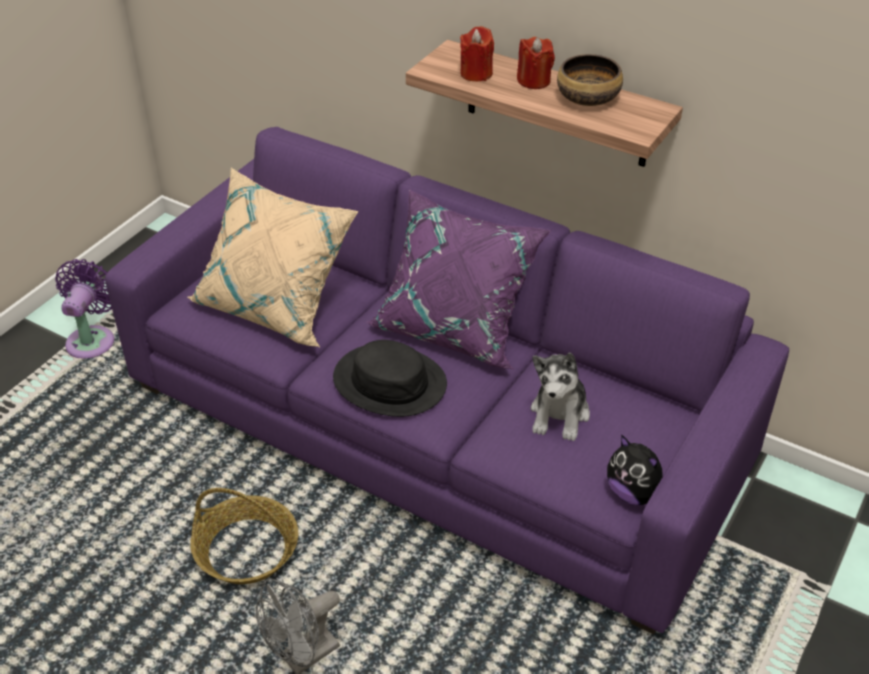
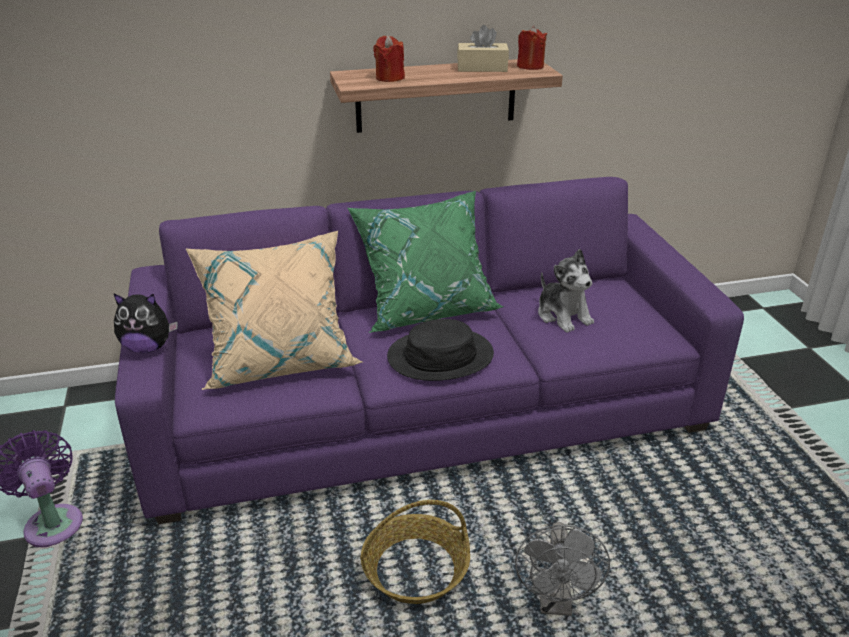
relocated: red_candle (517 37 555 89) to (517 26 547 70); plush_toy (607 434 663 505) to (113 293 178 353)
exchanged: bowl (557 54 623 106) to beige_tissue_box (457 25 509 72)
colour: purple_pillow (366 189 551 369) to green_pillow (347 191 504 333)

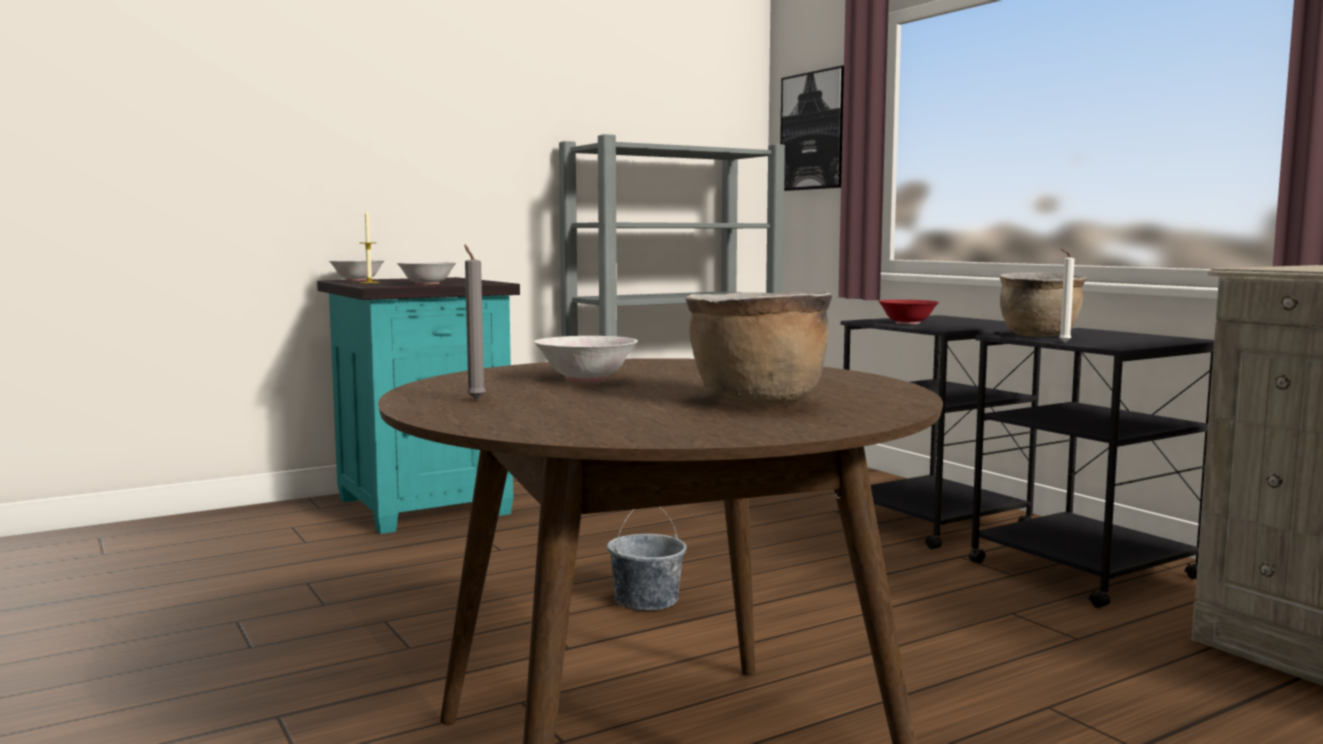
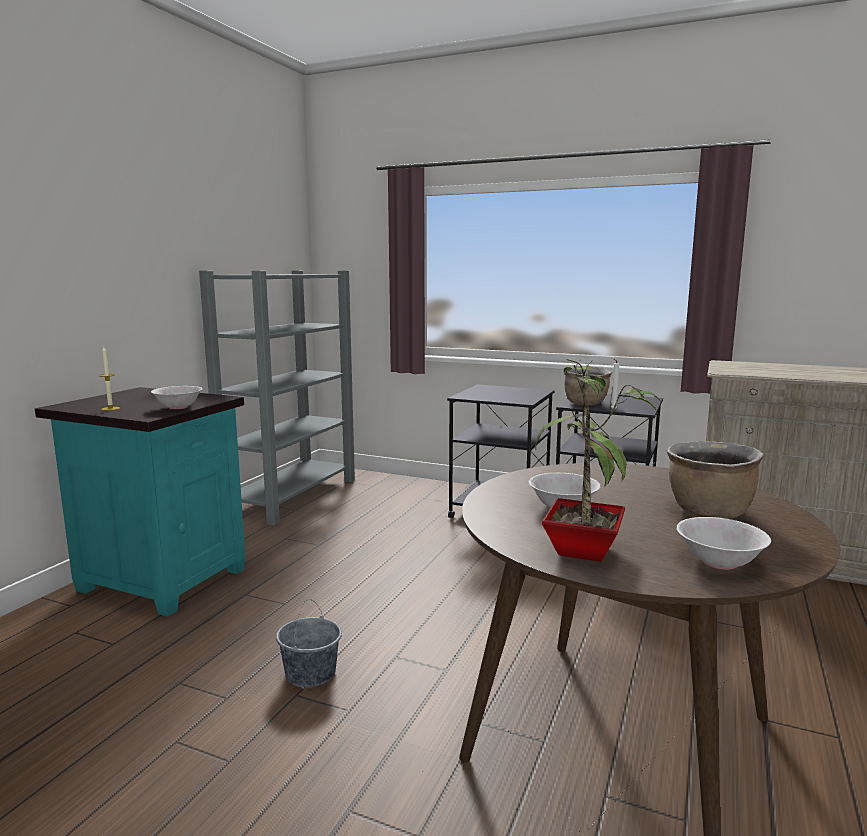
missing: picture (780 65 844 191); red_bowl (878 300 939 324)
relocated: white_bowl (329 260 385 281) to (676 517 771 570); grey_bucket (607 507 686 611) to (276 599 342 687)
exchanged: grey_candle (464 245 486 400) to potted_plant (535 359 662 562)

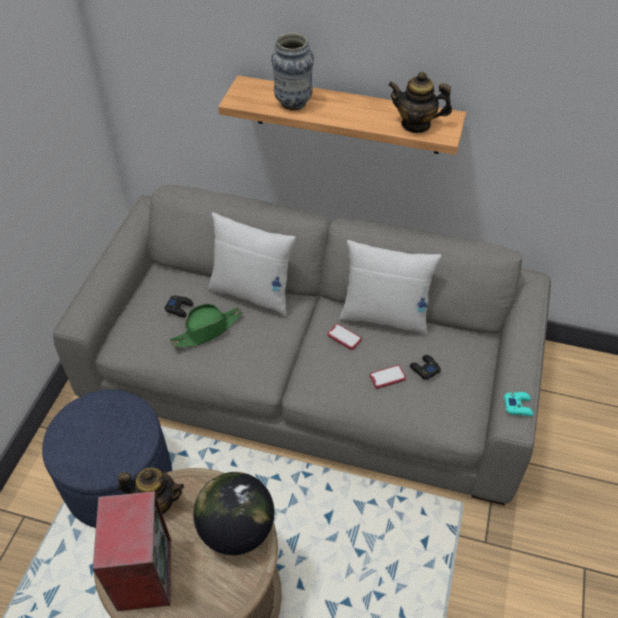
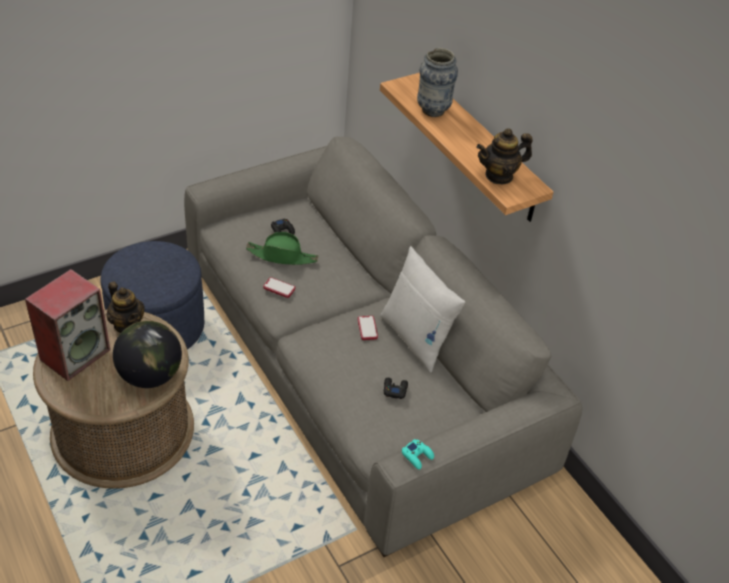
missing: grey_pillow (208 212 296 316)
relocated: phone (370 365 406 389) to (263 277 295 298)
spun: teapot (388 72 452 133) = (477 128 533 185) 75 degrees counterclockwise

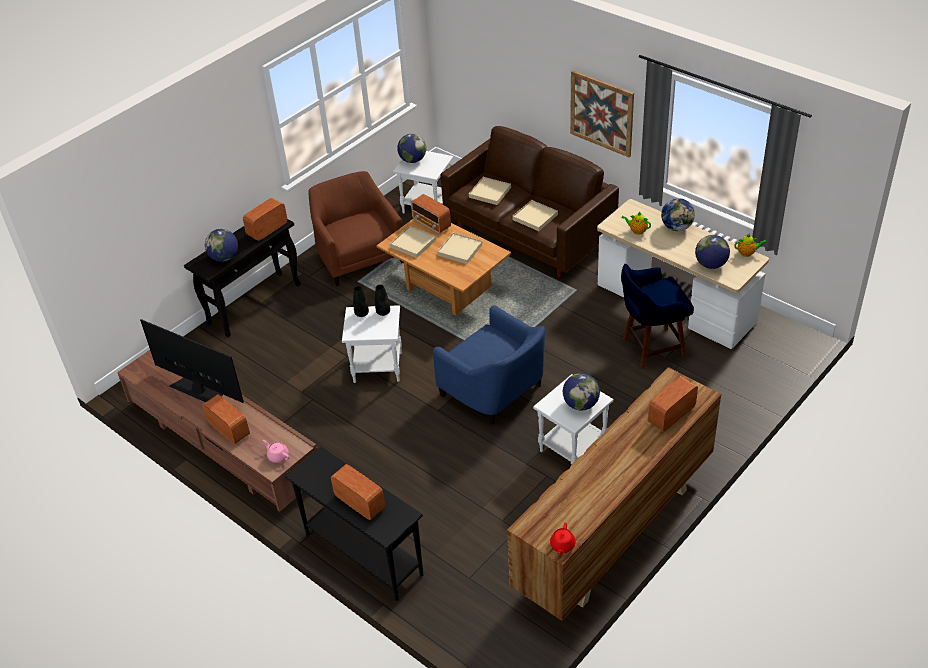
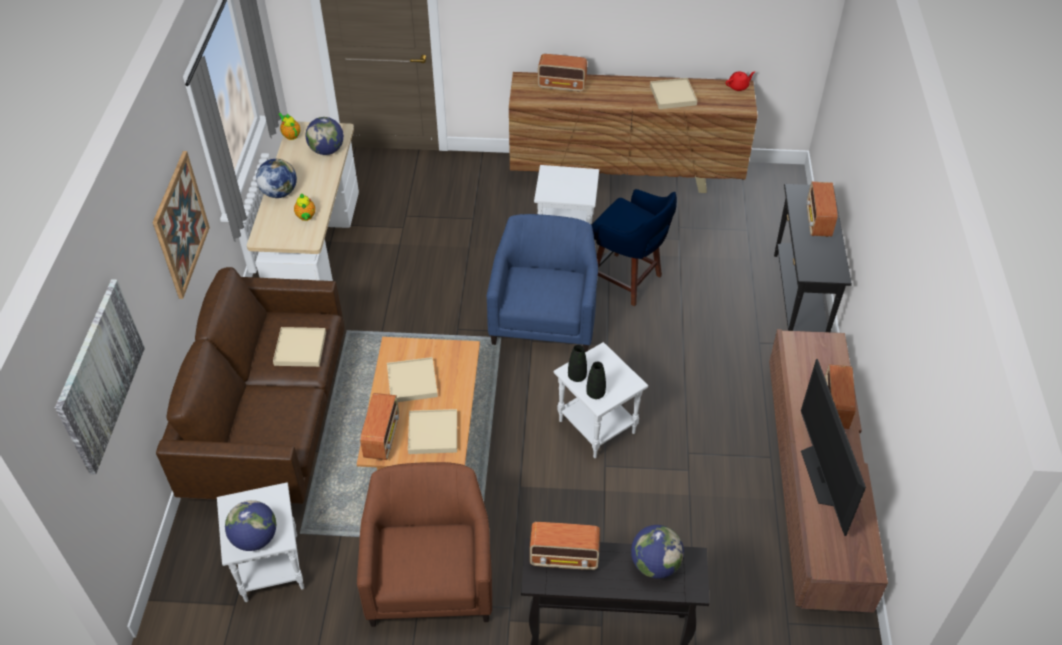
missing: pink_teapot (263 440 289 463); globe (563 373 600 410)
appeared: picture (55 279 145 474)
relocated: beige_tray (469 177 511 205) to (650 78 697 109); blue_stool (621 264 694 369) to (592 189 677 306)
spun: brown_armchair (308 171 404 286) = (357 462 492 627) 150 degrees clockwise

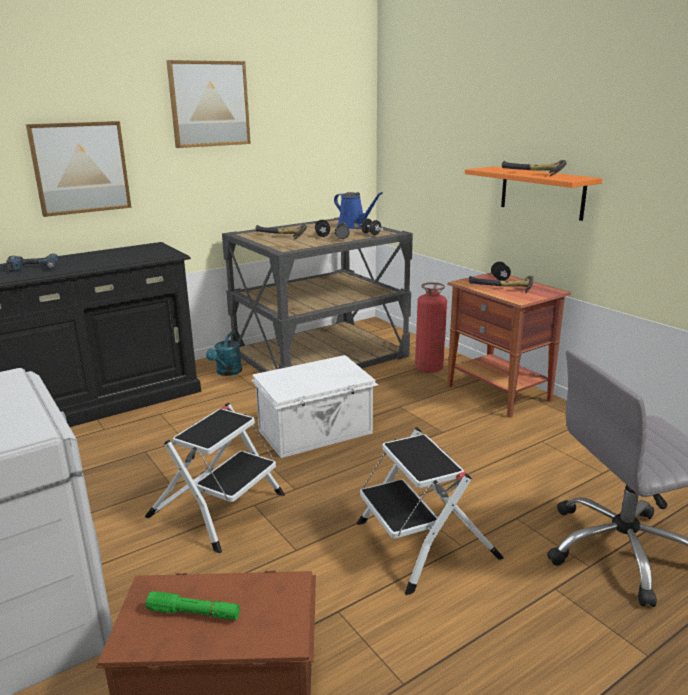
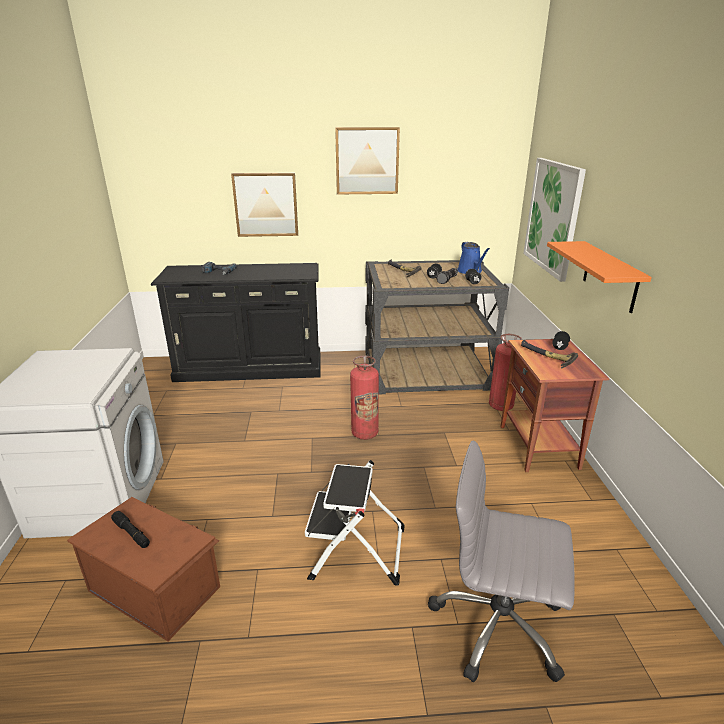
missing: step_ladder (145 403 285 553); turquoise_watering_can (206 333 242 376); hammer (502 160 567 176)
appeared: picture (523 158 586 282)
exchanged: white_storage_box (251 355 378 458) to fire_extinguisher (350 355 379 440)
colour: green_flashlight (146 591 240 620) to black_flashlight (111 511 150 548)

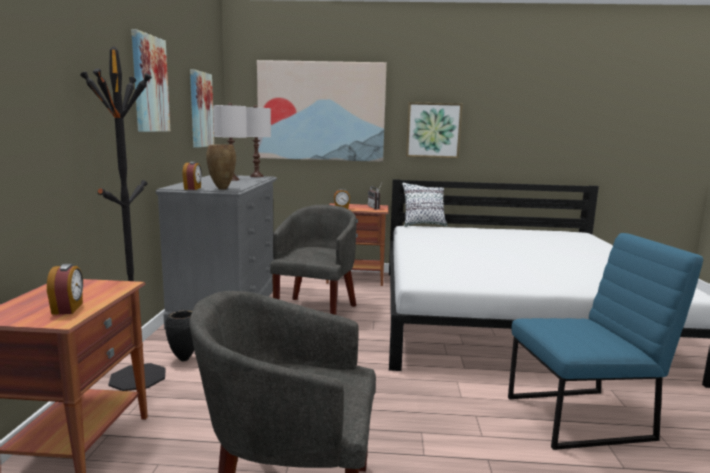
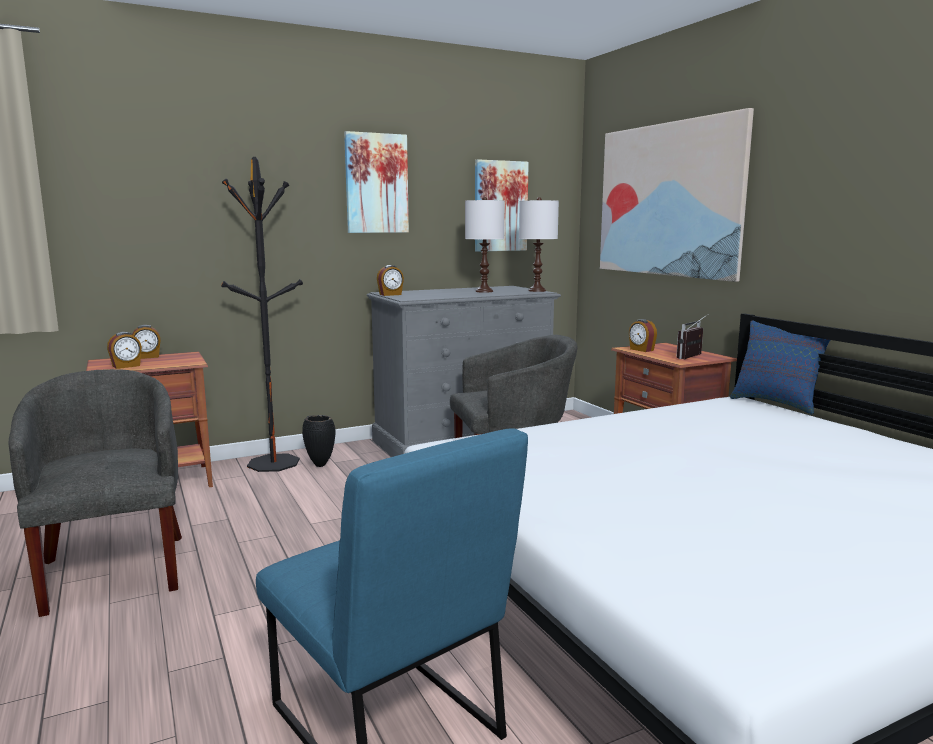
missing: brown_vase (206 145 236 190); picture (406 102 463 158)
appeared: alarm_clock (132 325 161 359)
colour: white_pillow (402 183 447 227) to blue_pillow (730 320 830 415)

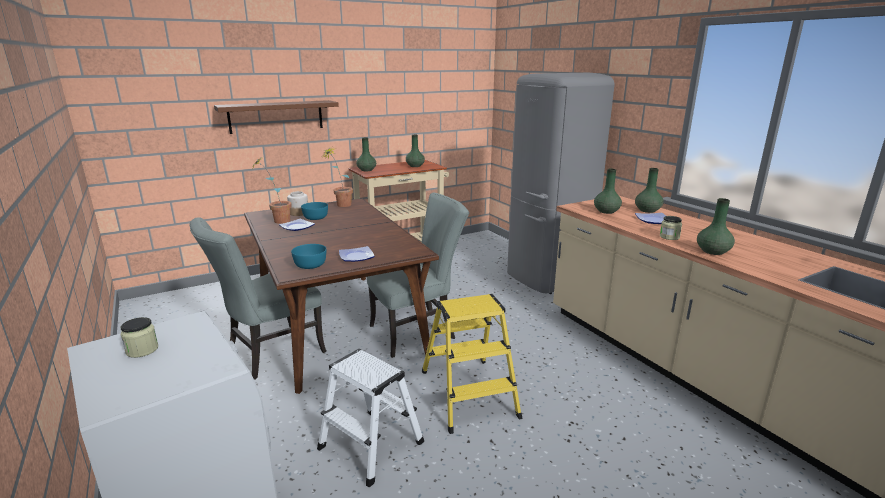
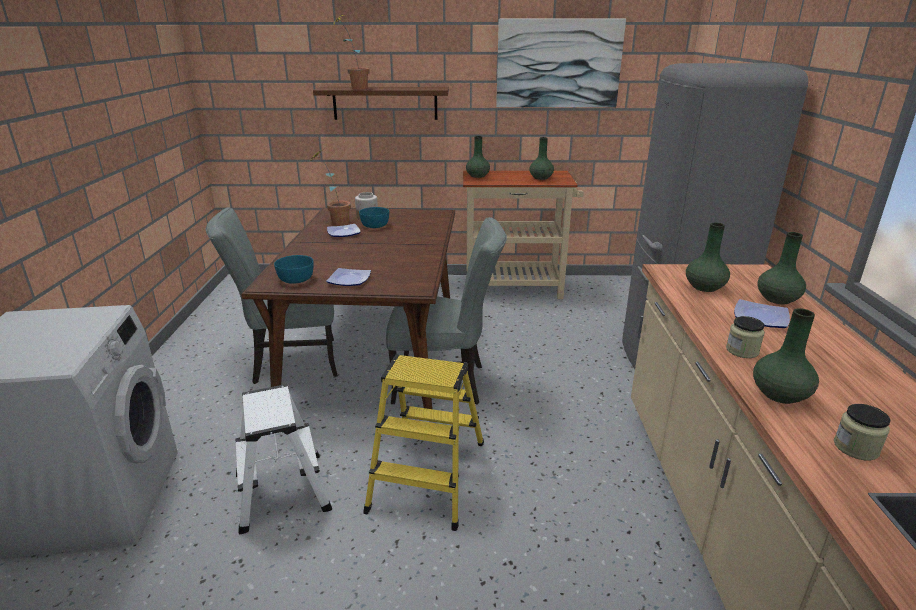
appeared: picture (496 19 626 107)
relocated: jar (121 317 158 358) to (834 404 890 461); potted_plant (322 147 353 207) to (333 13 369 89)

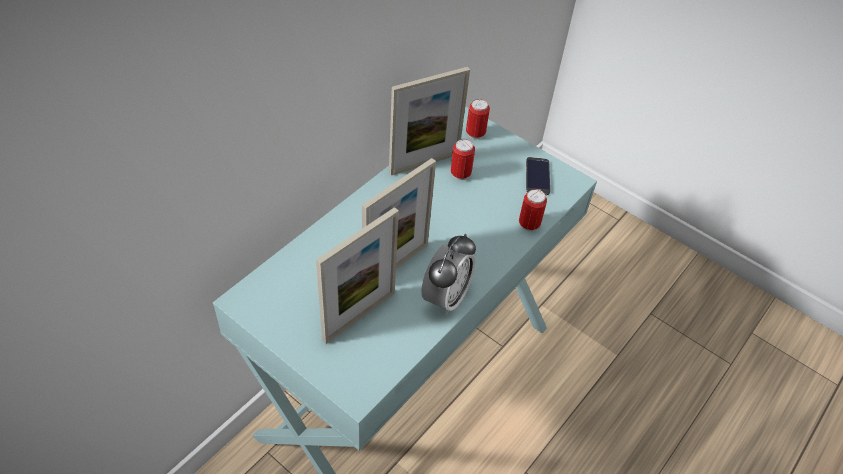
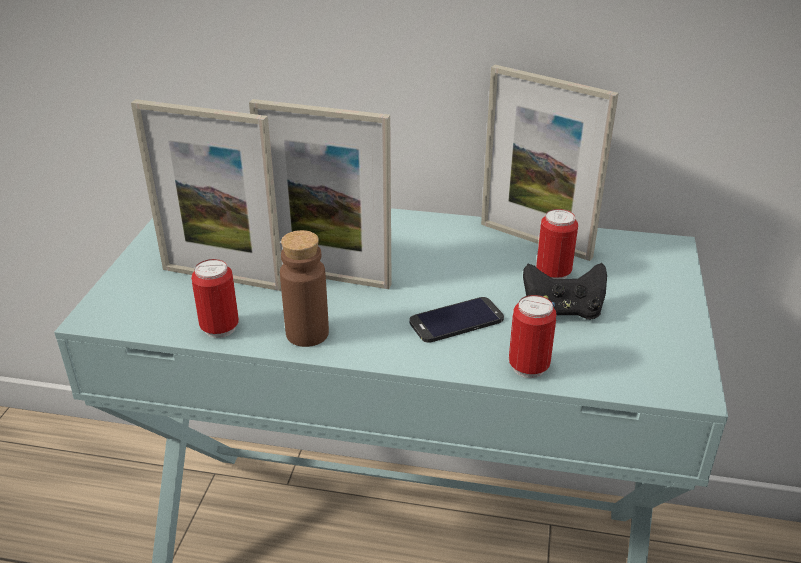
appeared: black_game_controller (523 263 607 320)
relocated: can (466 99 490 139) to (191 259 239 338); phone (526 157 550 195) to (410 297 504 343)
exchanged: alarm_clock (421 234 476 315) to brown_bottle (280 230 329 347)

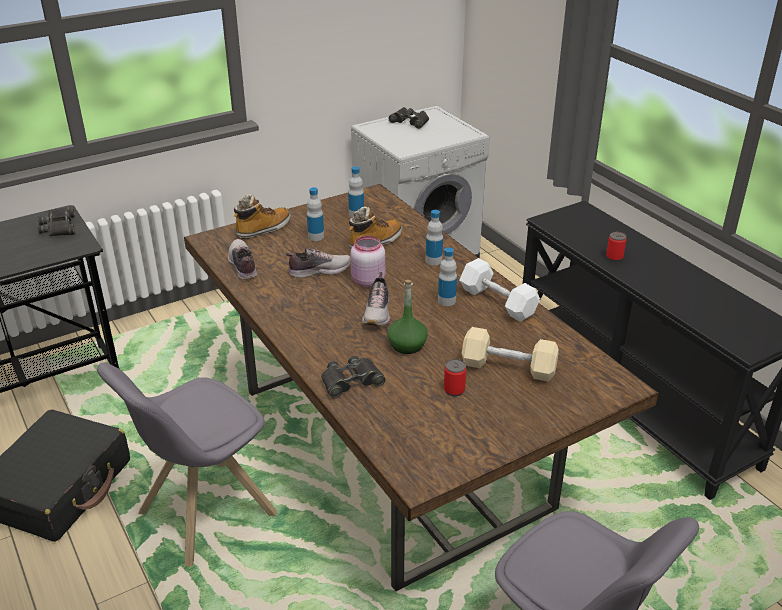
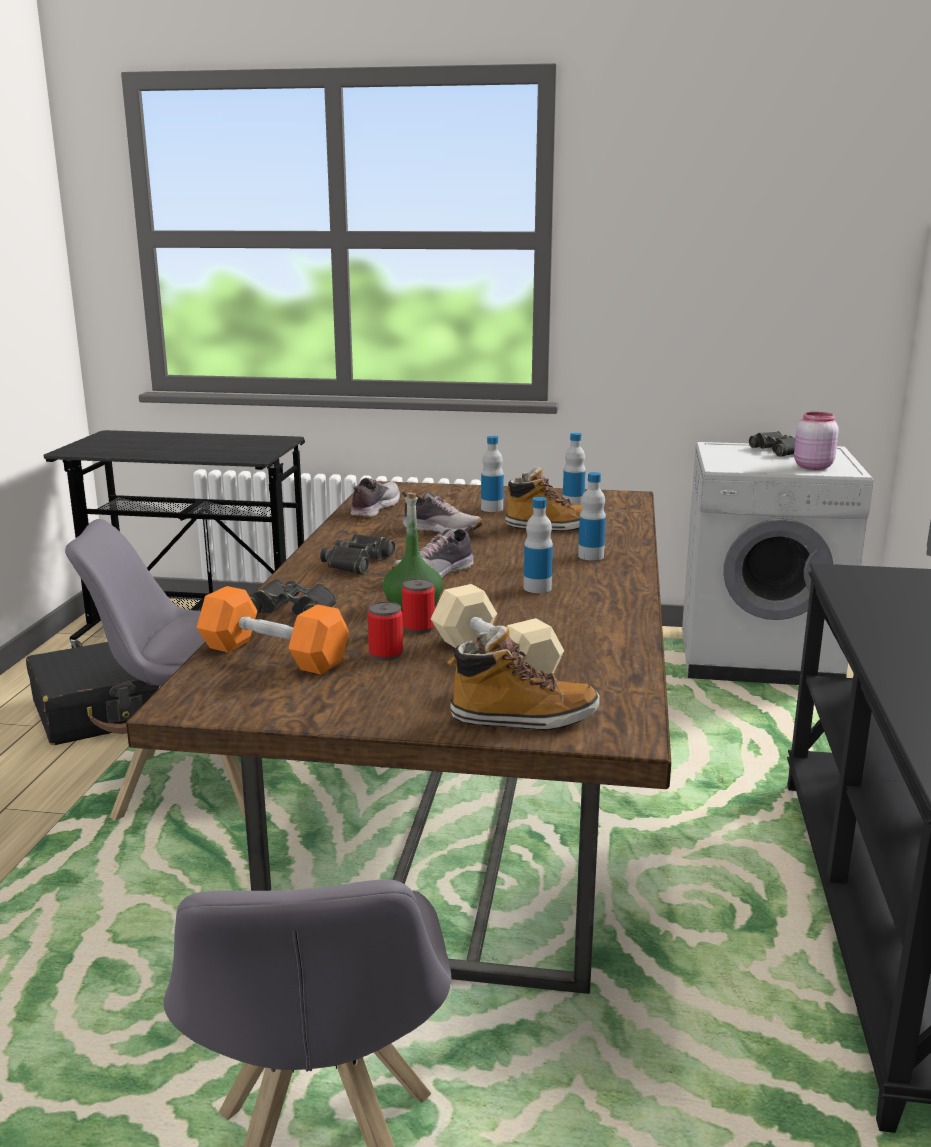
missing: white_dumbbell (459 258 540 322)
appeared: orange_dumbbell (196 586 349 674)
relocated: black_binoculars (38 207 75 236) to (320 534 395 574); boot (233 194 290 239) to (447 625 600 731); pink_jar (351 236 385 287) to (794 412 839 470); can (606 232 627 261) to (402 578 435 634)

